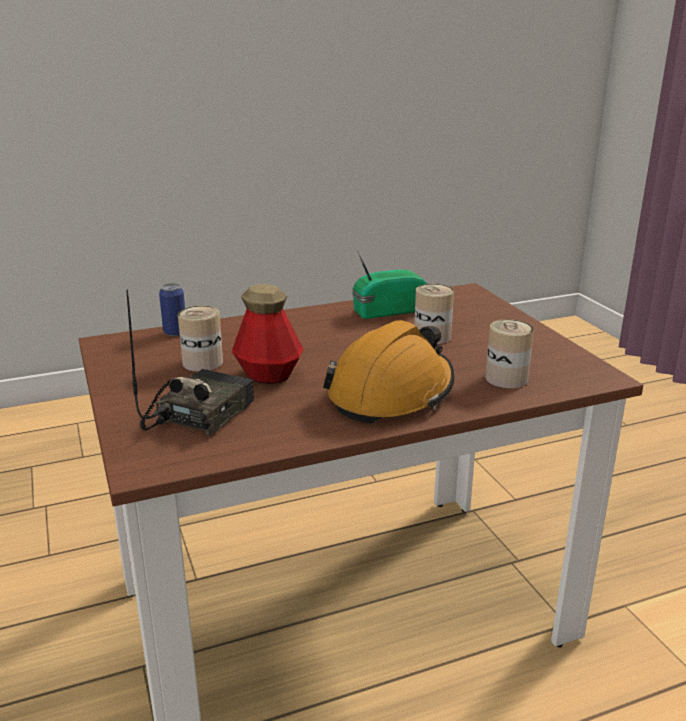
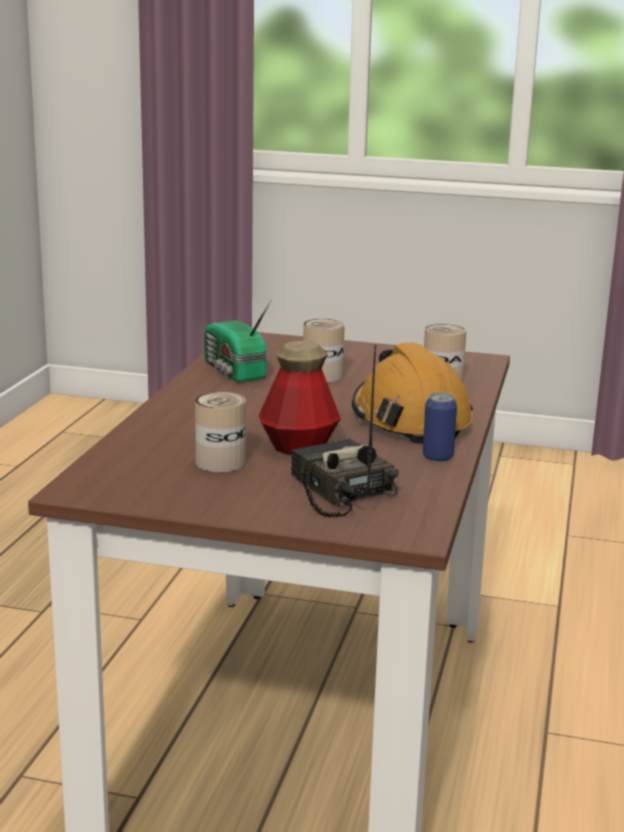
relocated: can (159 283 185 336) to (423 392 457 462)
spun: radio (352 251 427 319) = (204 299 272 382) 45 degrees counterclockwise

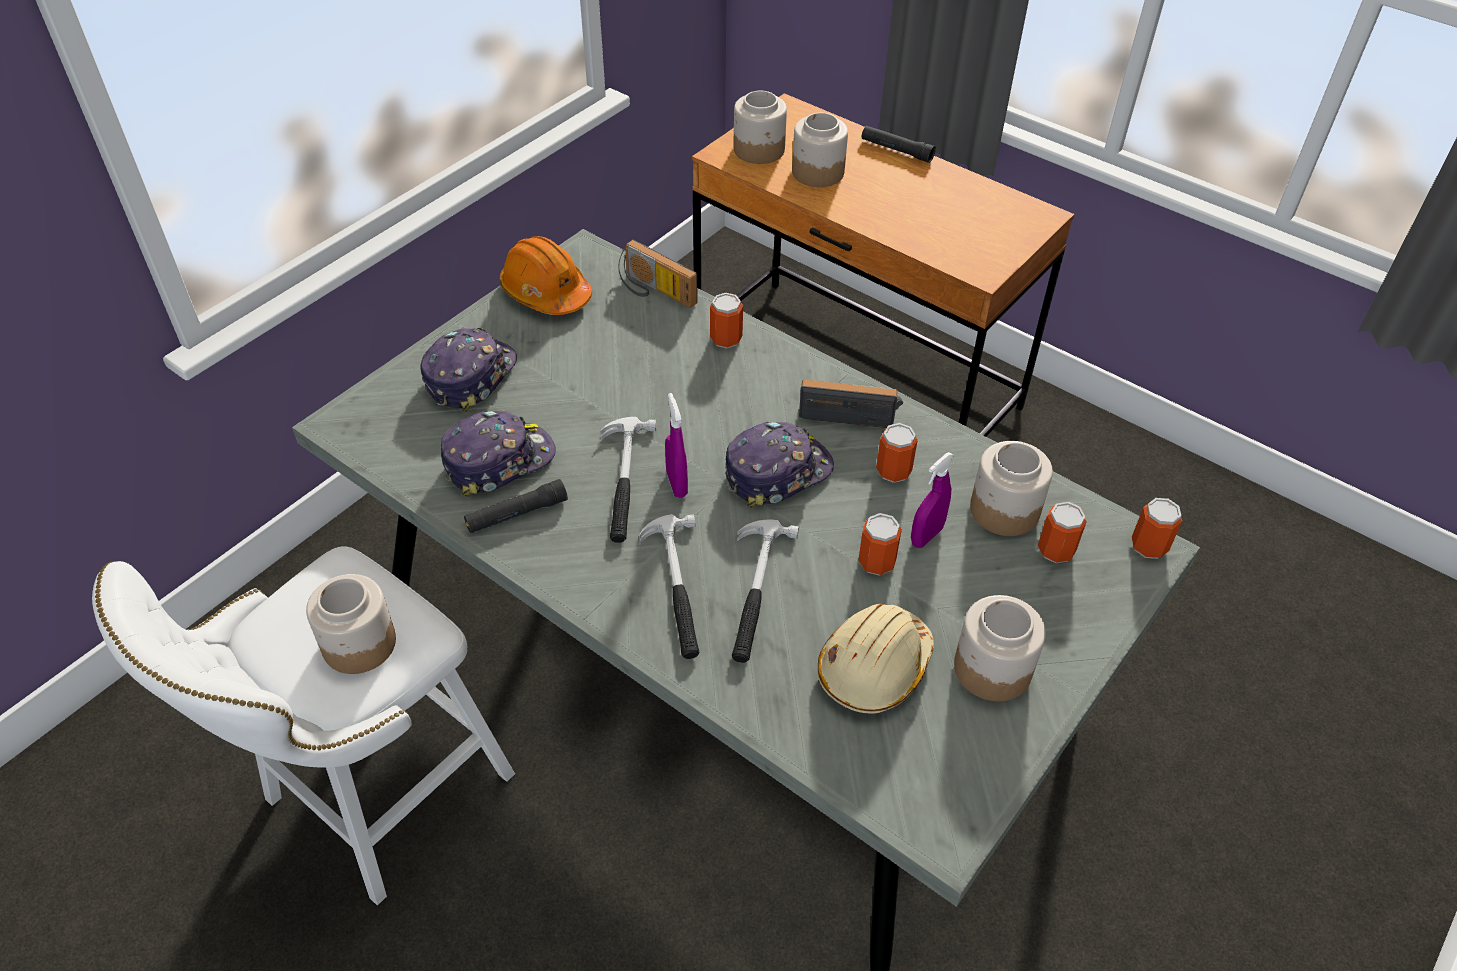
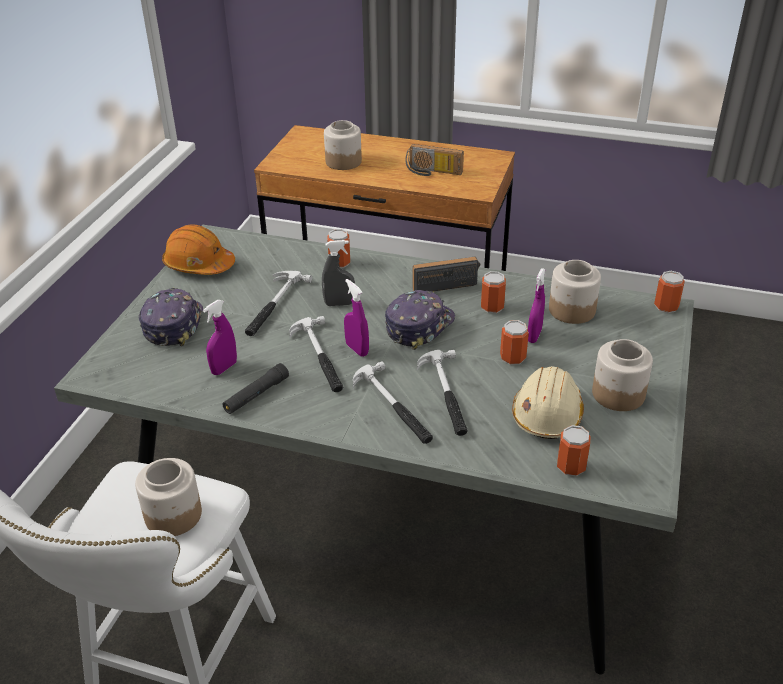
missing: jar (734 91 787 164); black_flashlight (862 126 936 163)
appeared: hammer (245 271 312 336); grey_spray_bottle (322 240 355 306)
relocated: radio (618 240 698 308) to (405 144 464 176); can (1038 502 1087 563) to (557 425 591 476)
exchanged: cap (441 410 556 497) to purple_spray_bottle (203 300 237 375)

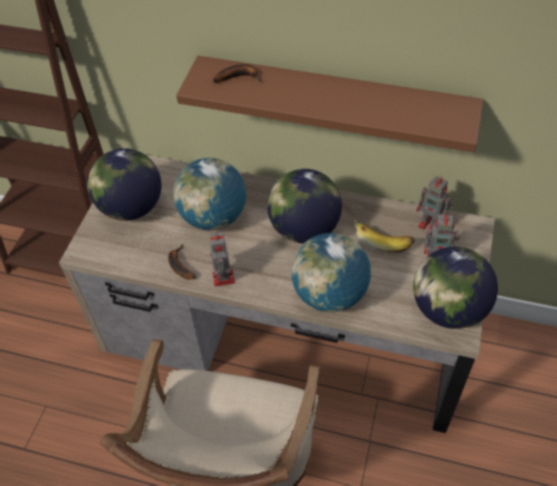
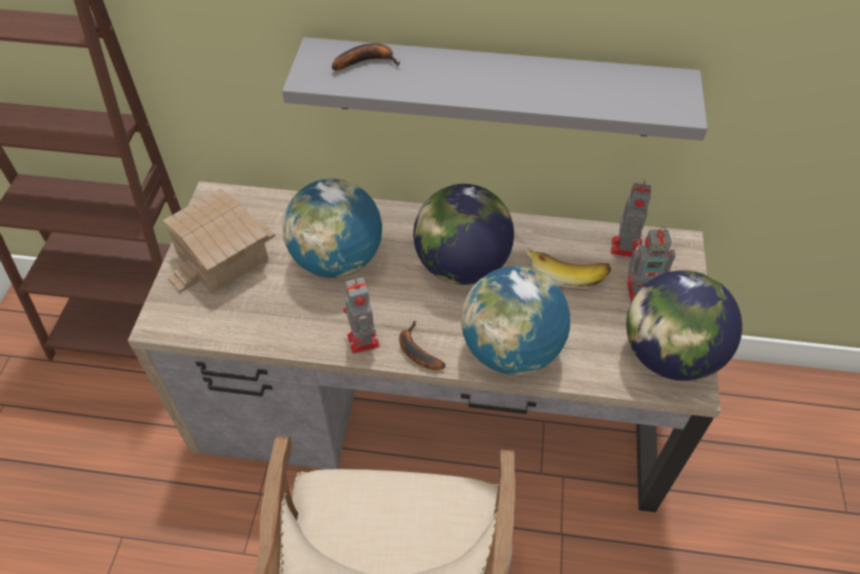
relocated: banana (168 244 196 280) to (399 321 445 371)
exchanged: globe (88 148 161 221) to toy_house (163 189 275 293)
colour: brown_shelf (176 56 483 152) to grey_shelf (282 37 708 141)
spun: toy_robot (416 175 453 230) = (611 181 651 257) 105 degrees counterclockwise

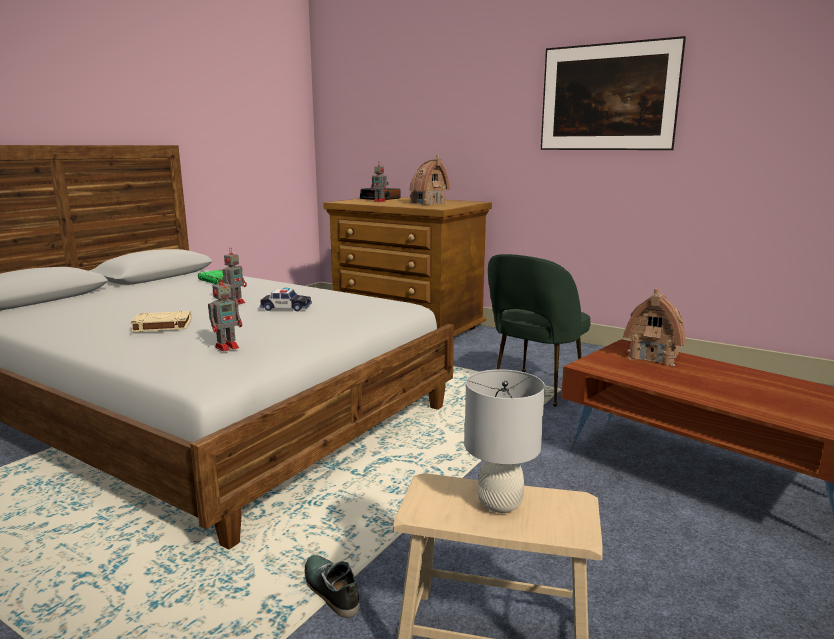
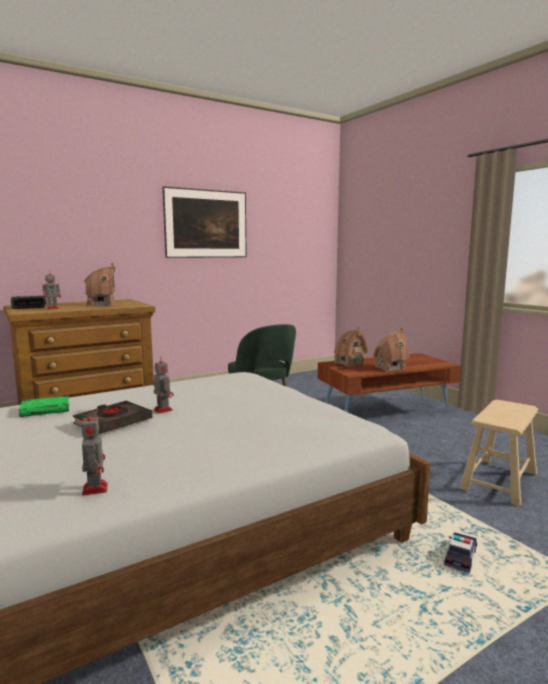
missing: beige_book (130 311 191 332); shoe (305 555 360 618); grey_table_lamp (464 369 545 513)
appeared: black_book (73 401 153 434); toy_house (373 327 409 372)
relocated: toy_robot (208 276 242 351) to (81 410 108 496); toy_car (260 288 312 311) to (444 532 477 573)

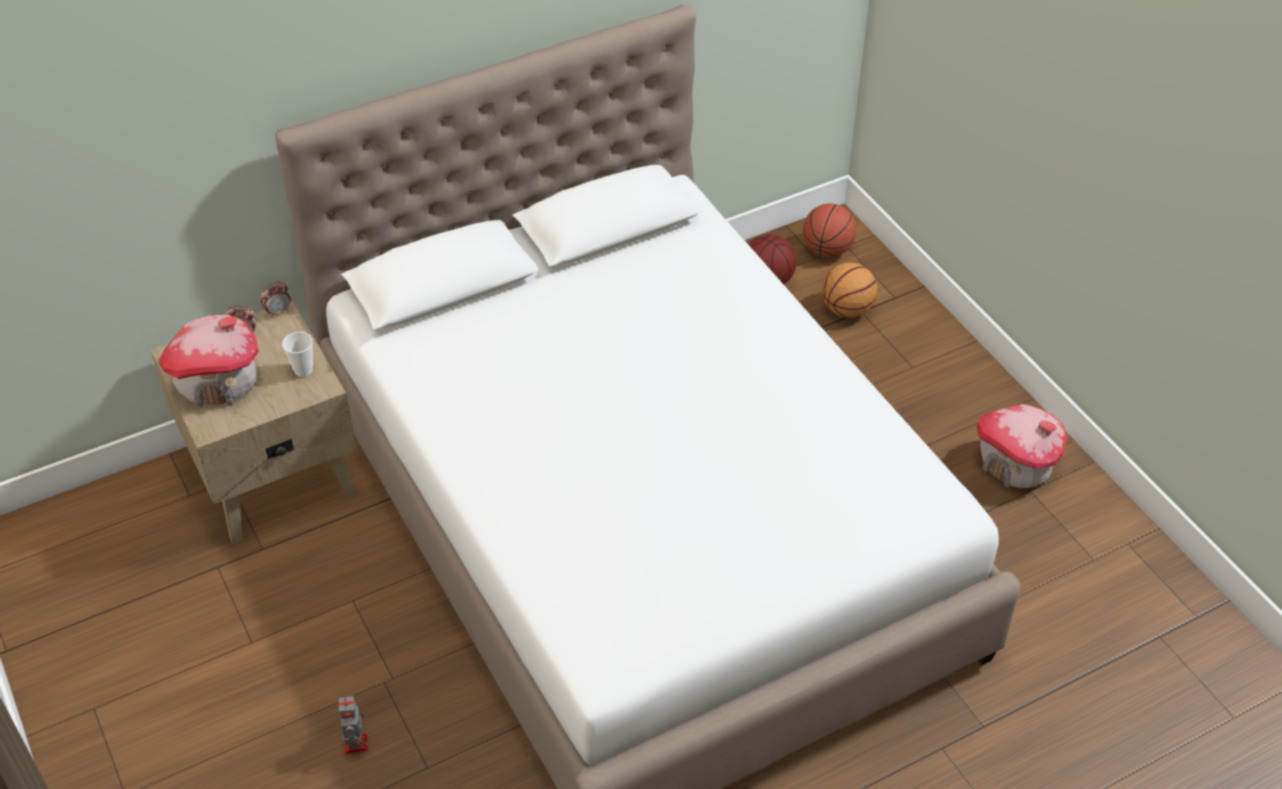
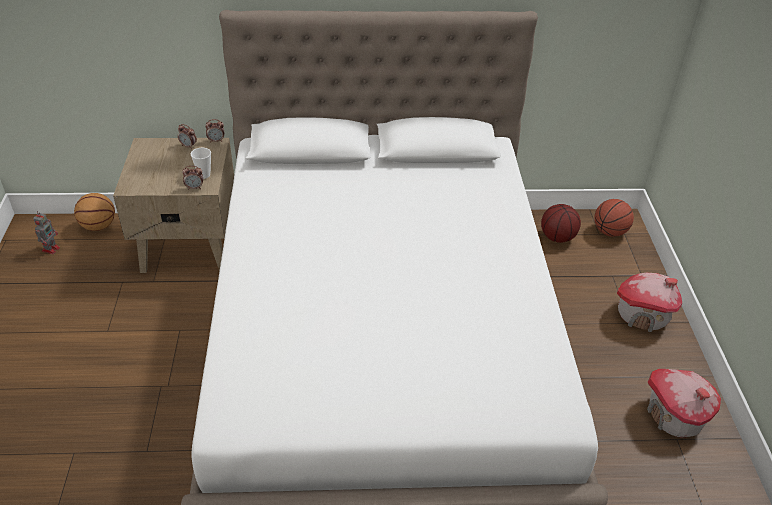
appeared: alarm_clock (182 166 203 190)
relocated: toy_house (159 315 259 408) to (617 273 682 332); toy_robot (338 696 368 755) to (33 211 60 254); basketball (822 262 877 318) to (74 193 115 231)

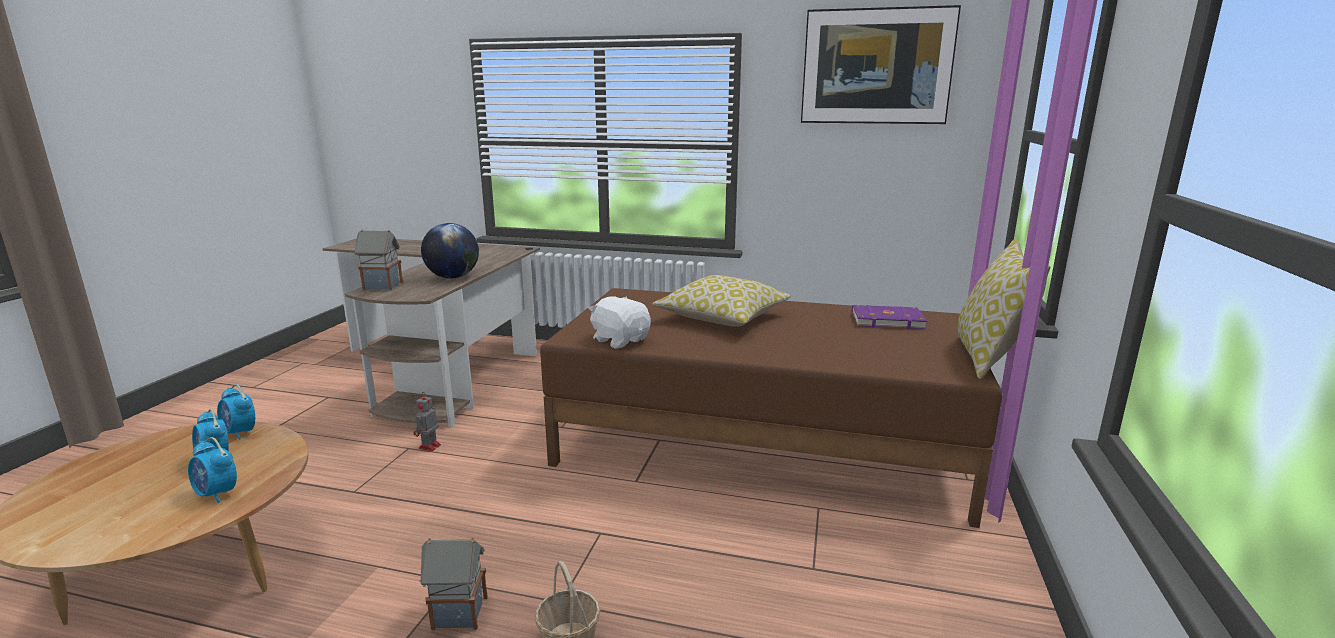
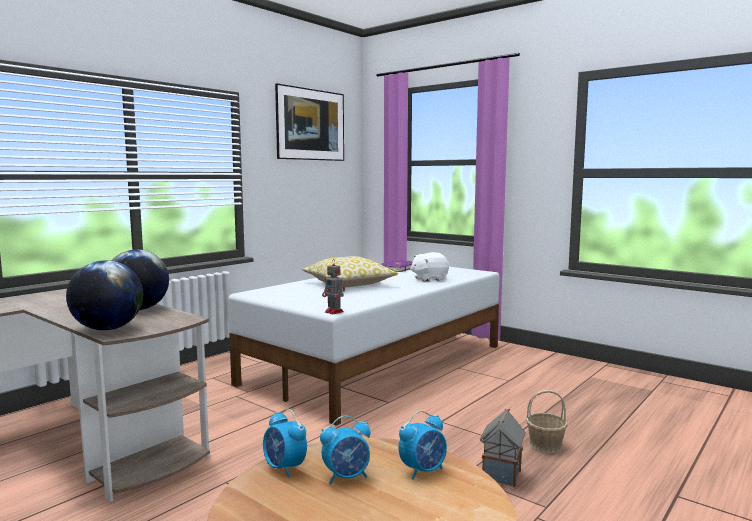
missing: pillow (958 239 1050 379)
relocated: toy_robot (414 392 441 451) to (322 259 345 314); white_plush_toy (588 296 651 349) to (410 252 449 282)
exchanged: toy_house (354 229 403 290) to globe (66 260 143 330)
colour: brown_bed (540 288 1003 528) to white_bed (228 267 499 426)
spun: alarm_clock (217 384 255 440) = (263 409 307 478) 75 degrees clockwise

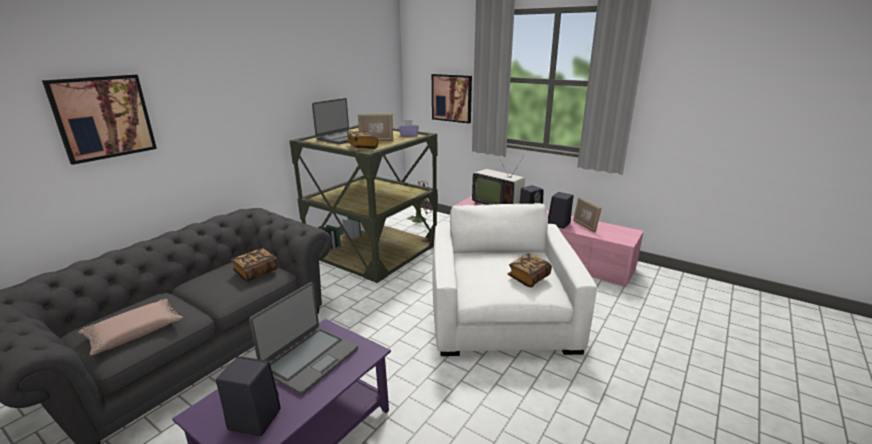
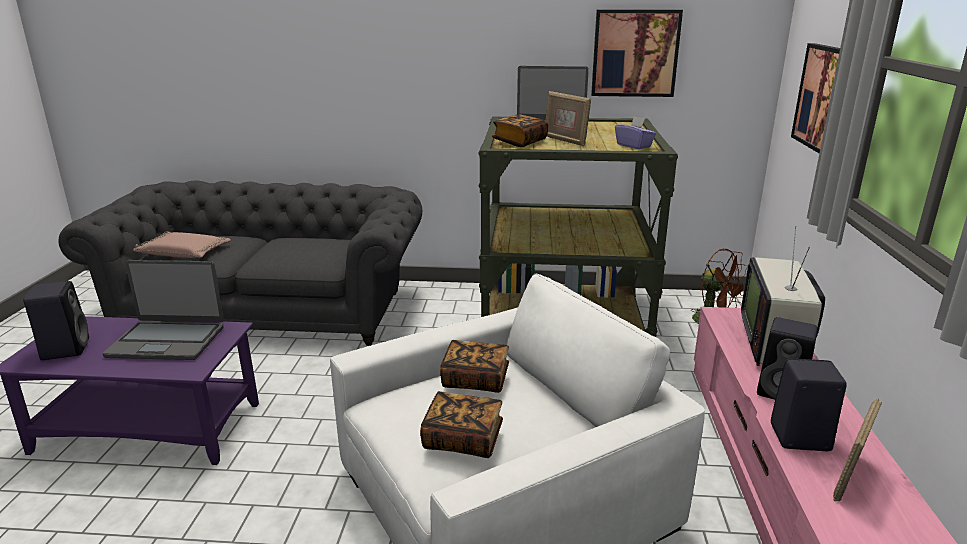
relocated: picture (42 75 157 165) to (591 10 683 97); book (231 248 278 281) to (440 340 509 393)

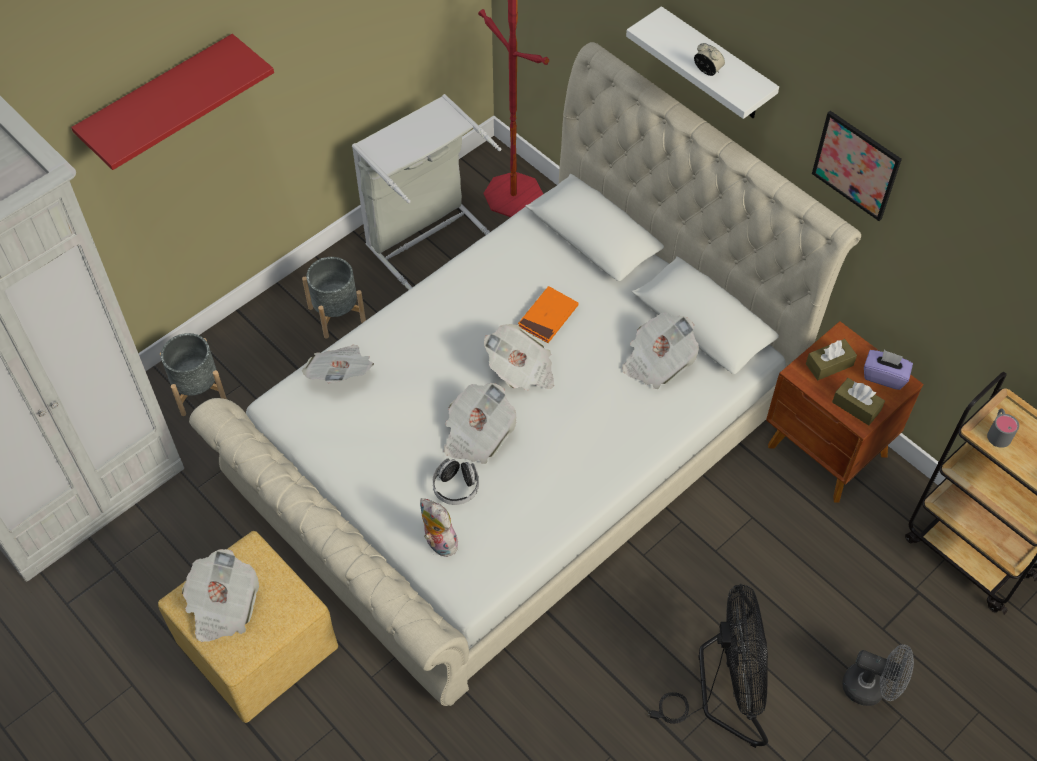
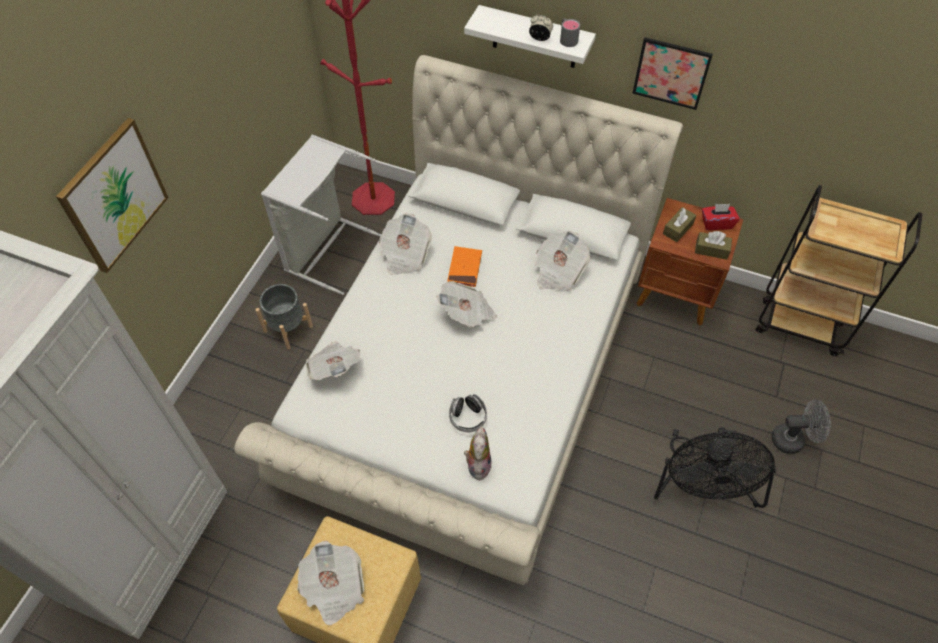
missing: grey_planter (160 333 227 416)
relocated: newspaper (444 383 516 464) to (379 213 432 275); grey_mug (987 409 1019 448) to (560 18 580 47)
exchanged: red_shelf (71 34 274 170) to picture (56 118 169 273)
colour: purple_tissue_box (864 350 913 390) to red_tissue_box (702 204 740 230)
spun: plush_toy (420 498 458 557) = (464 426 491 480) 75 degrees clockwise; black_fan (648 584 768 748) = (654 427 776 508) 120 degrees clockwise

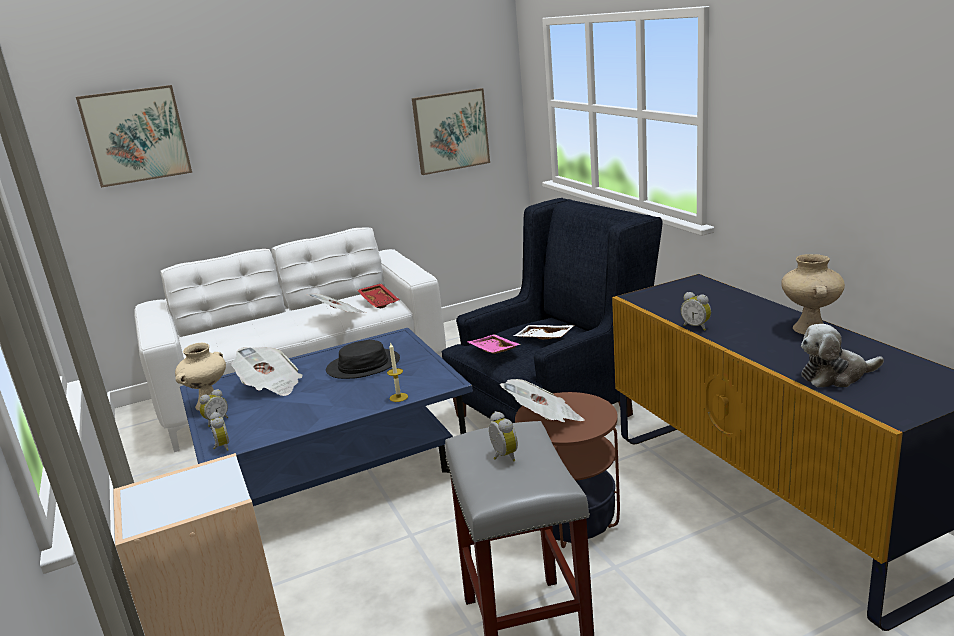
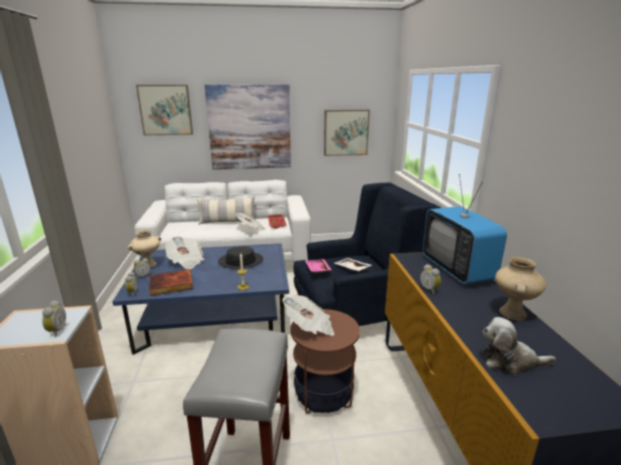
appeared: book (149 269 193 296); pillow (197 196 255 225); picture (205 84 291 170); television (423 174 507 284)
relocated: alarm_clock (489 411 518 462) to (42 300 66 337)

